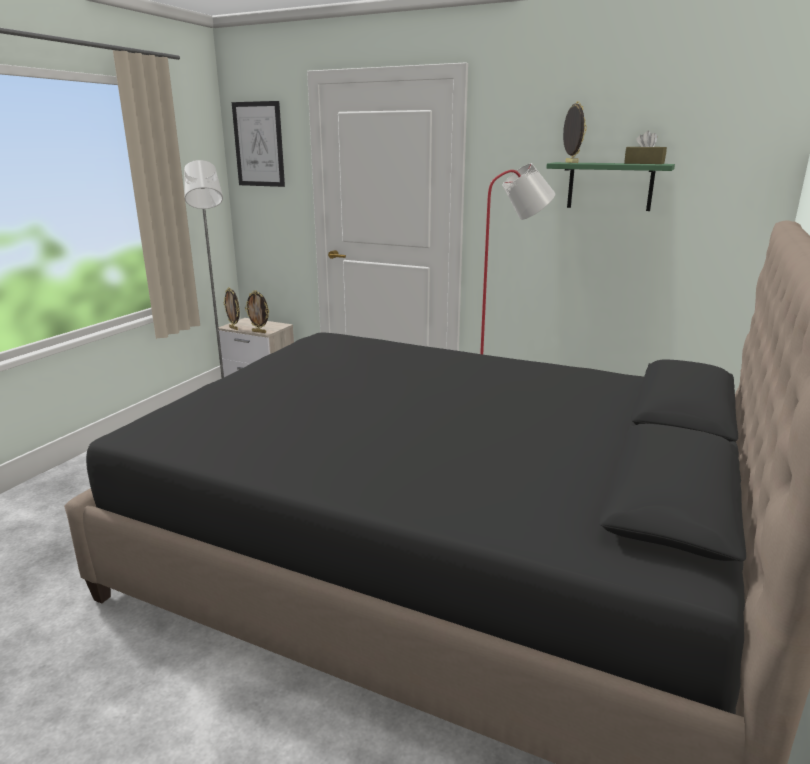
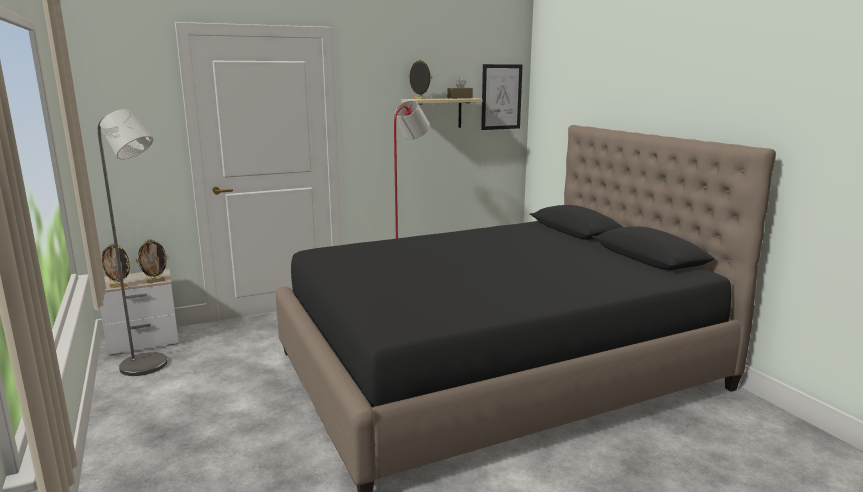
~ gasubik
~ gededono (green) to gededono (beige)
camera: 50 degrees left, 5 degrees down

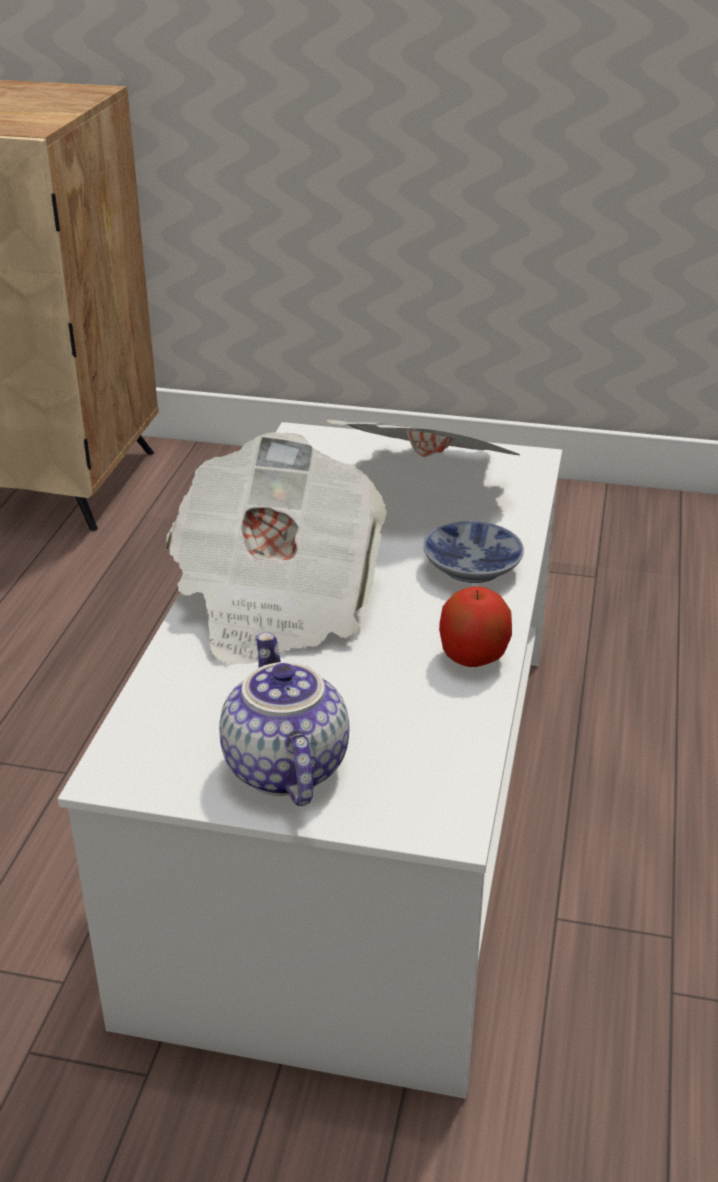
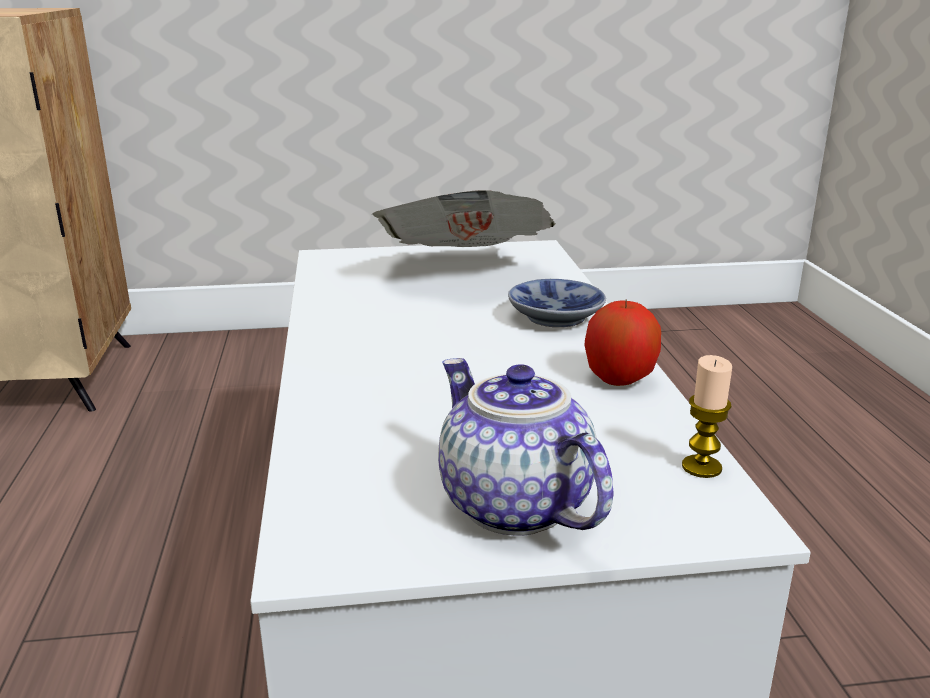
- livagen (1st from left)
+ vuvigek
camera: 20 degrees left, 10 degrees down

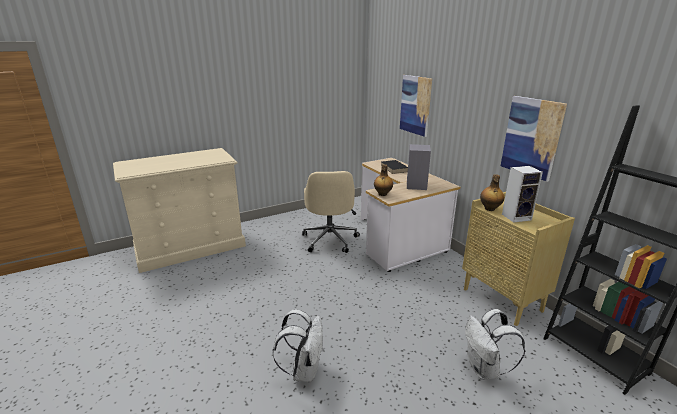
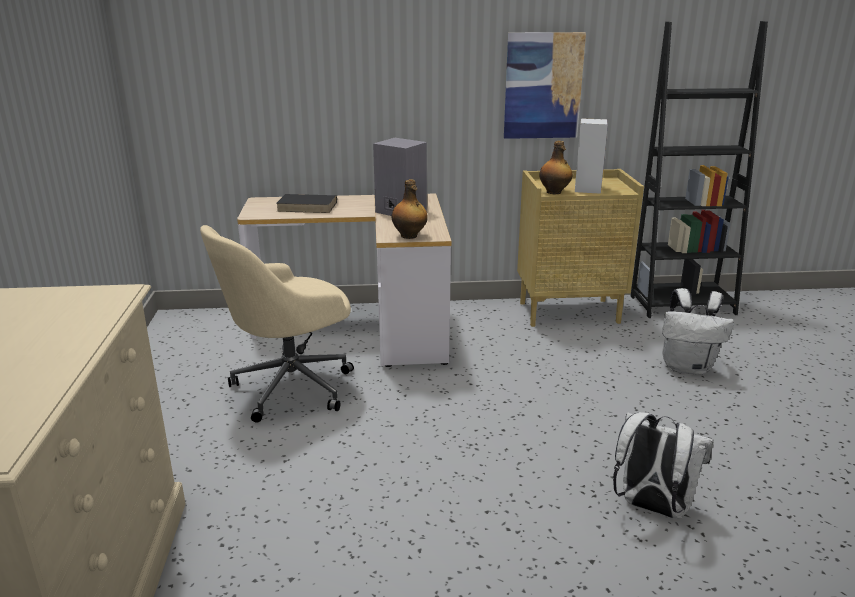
- gasubik (1st from left)
~ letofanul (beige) 120 degrees clockwise
camera: 65 degrees left, 0 degrees up

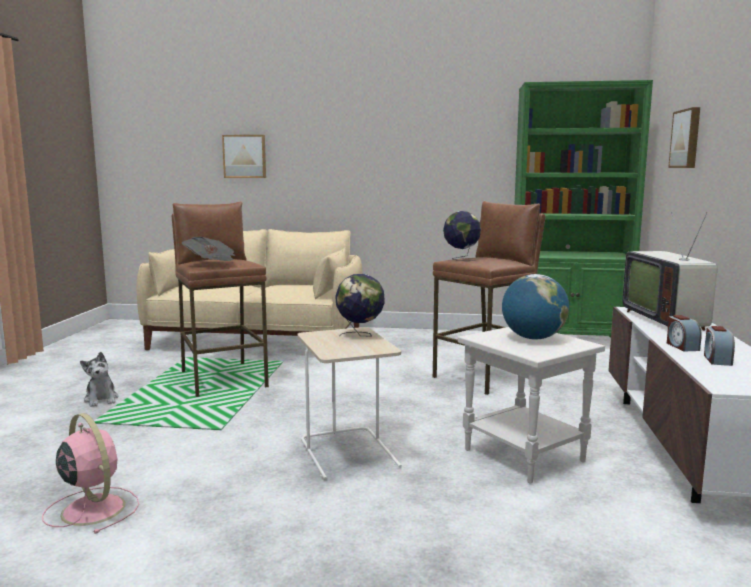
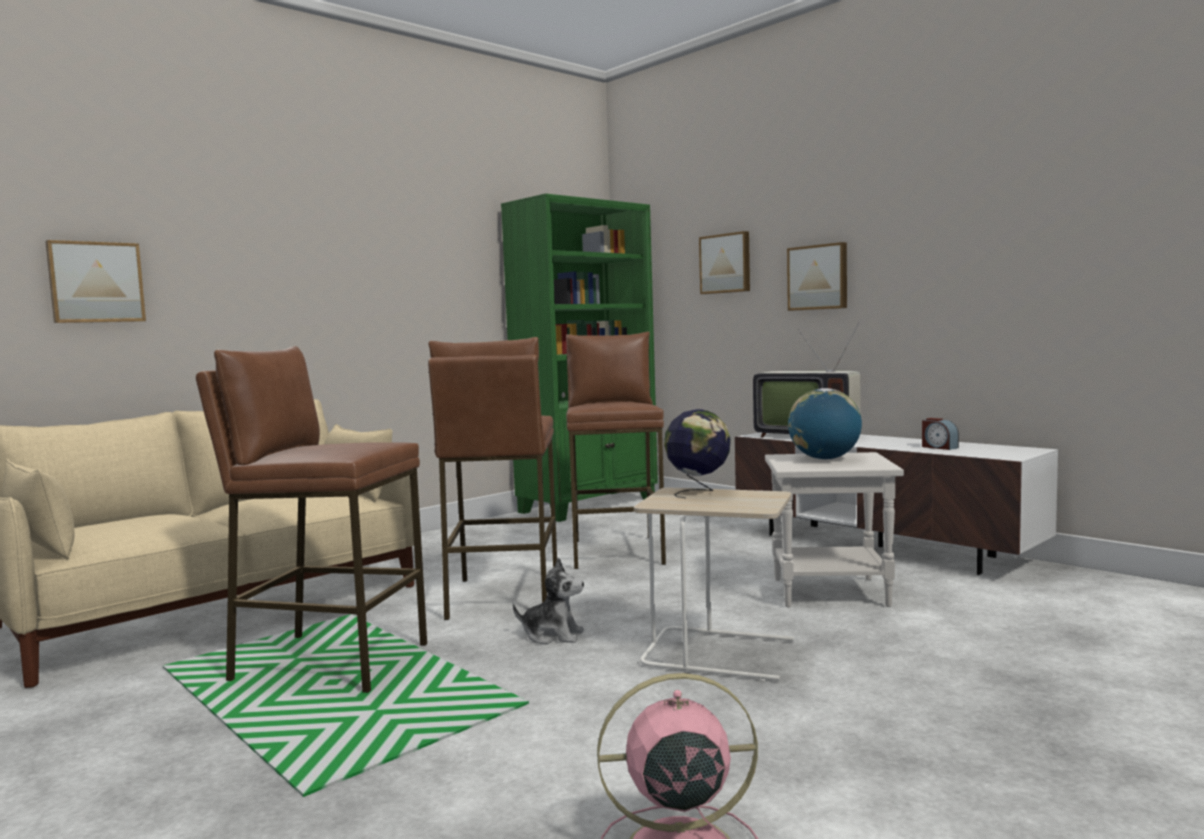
- livagen
- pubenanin (2nd from left)
- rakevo (1st from left)
+ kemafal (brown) (2nd from left)
+ gasubik (3rd from left)
~ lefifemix
camera: 50 degrees left, 5 degrees down

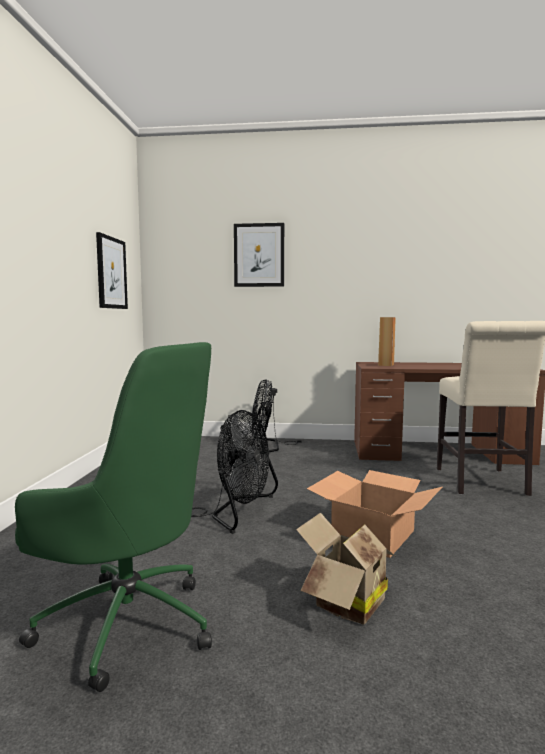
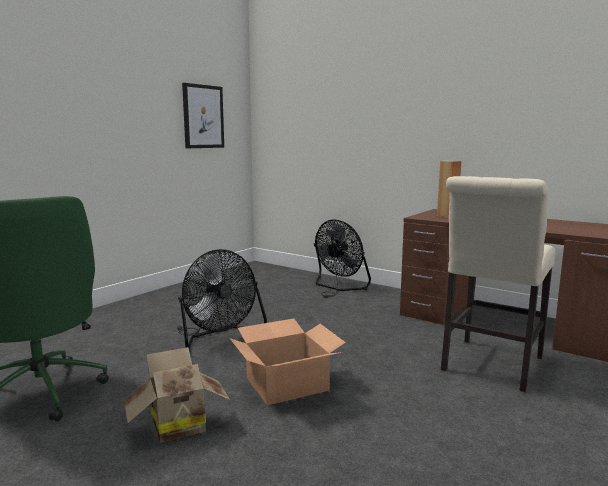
- gasubik (2nd from left)
~ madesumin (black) (2nd from left) 105 degrees clockwise
camera: 30 degrees right, 5 degrees up

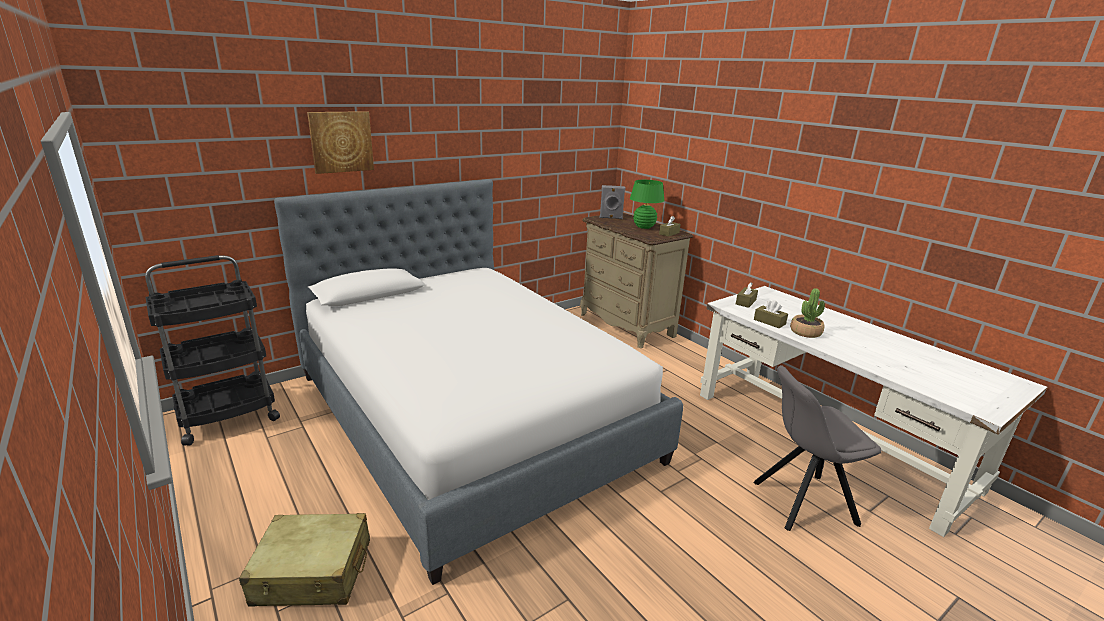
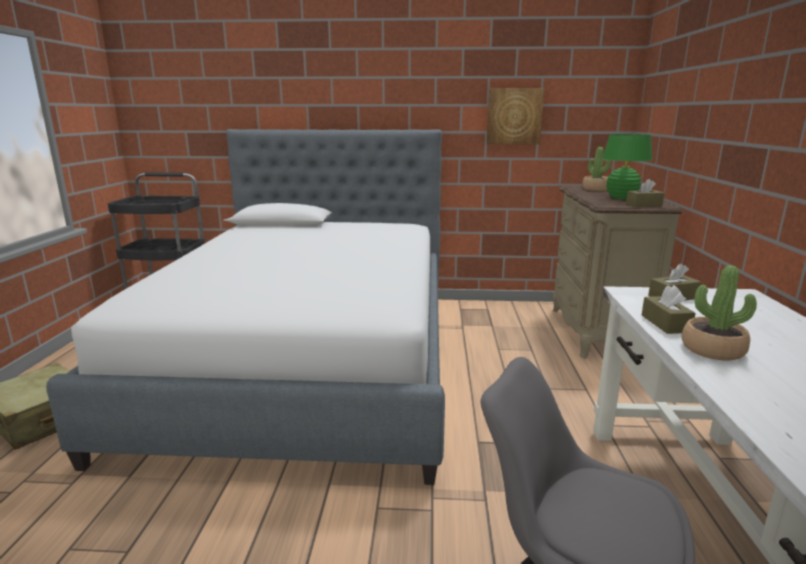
~ gasubik
~ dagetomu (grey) to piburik (1st from left)
camera: 40 degrees right, 5 degrees down

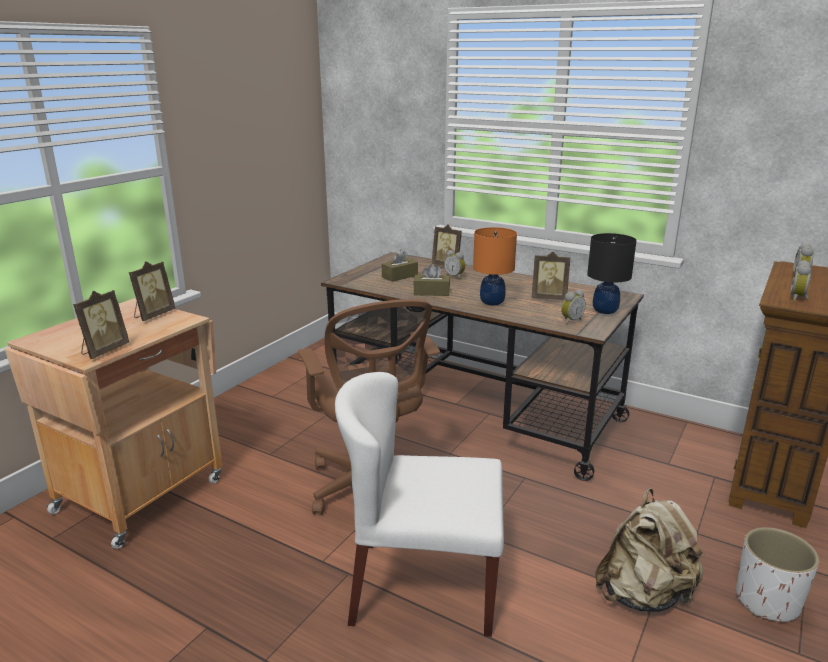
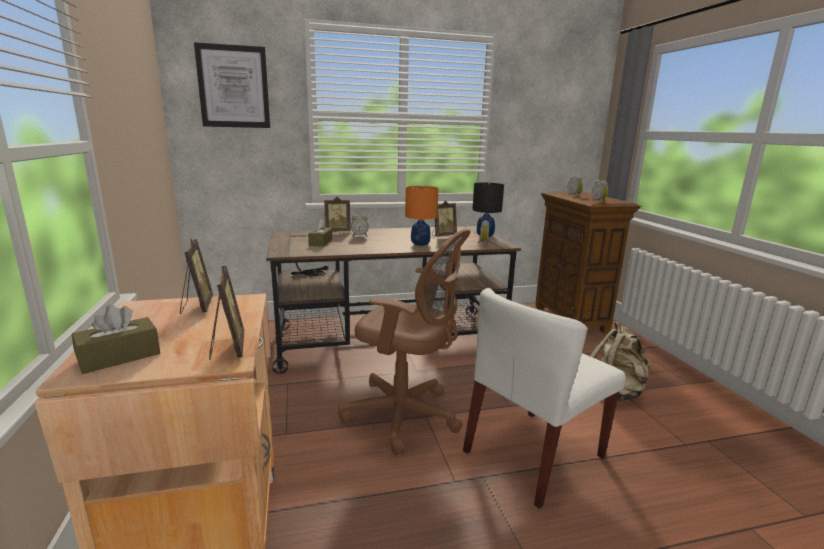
- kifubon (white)
+ gasubik
~ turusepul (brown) (2nd from left in the first image) to turusepul (brown) (1st from left)
camera: 45 degrees left, 5 degrees down

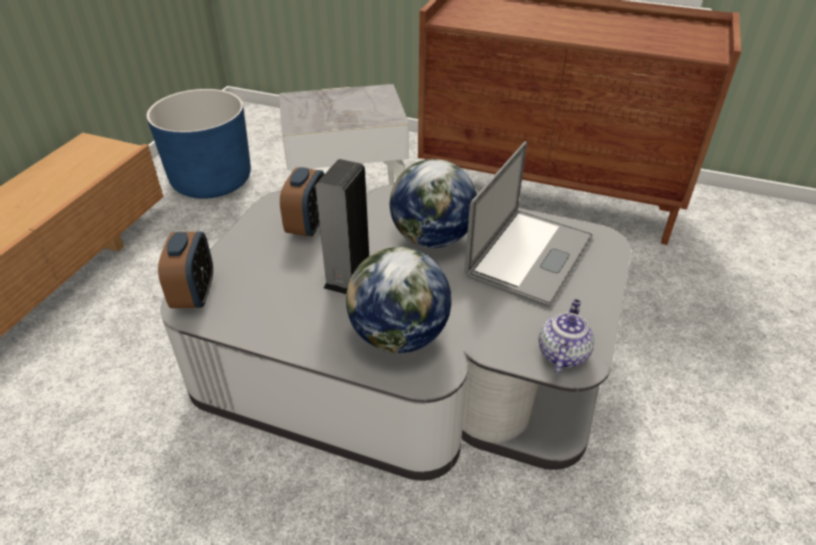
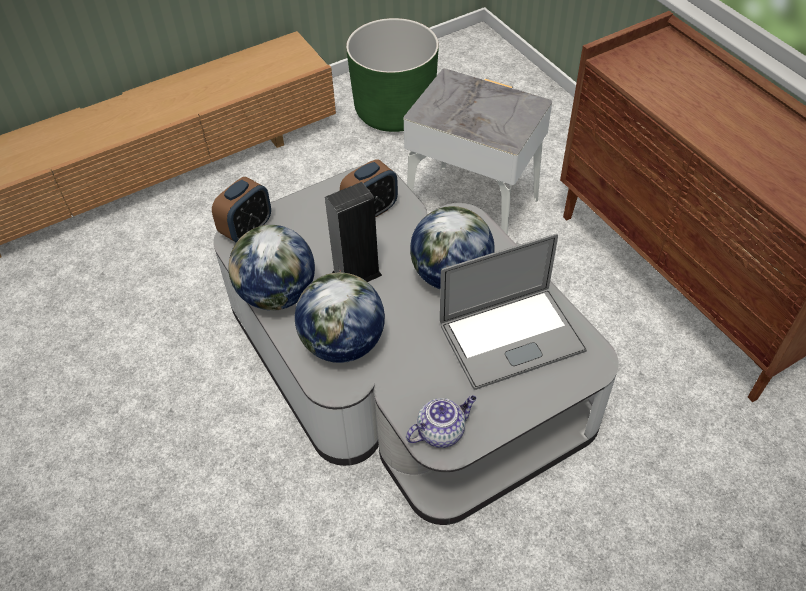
+ pubenanin (1st from left)
~ kifubon (blue) to kifubon (green)
camera: 40 degrees right, 10 degrees up

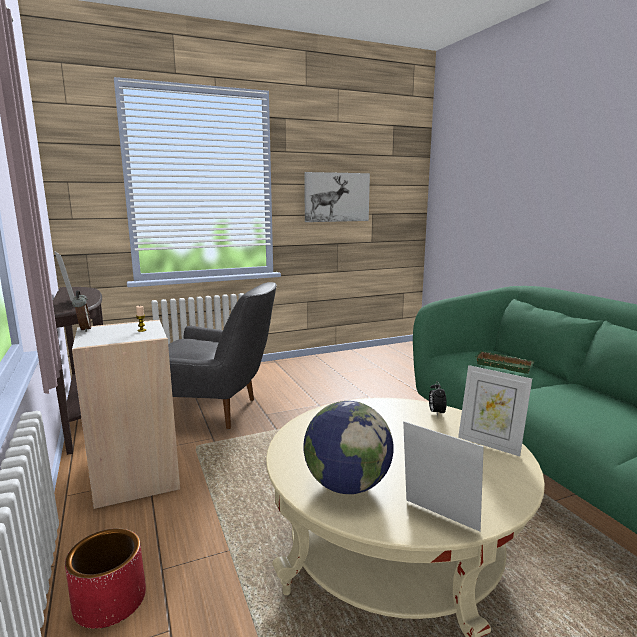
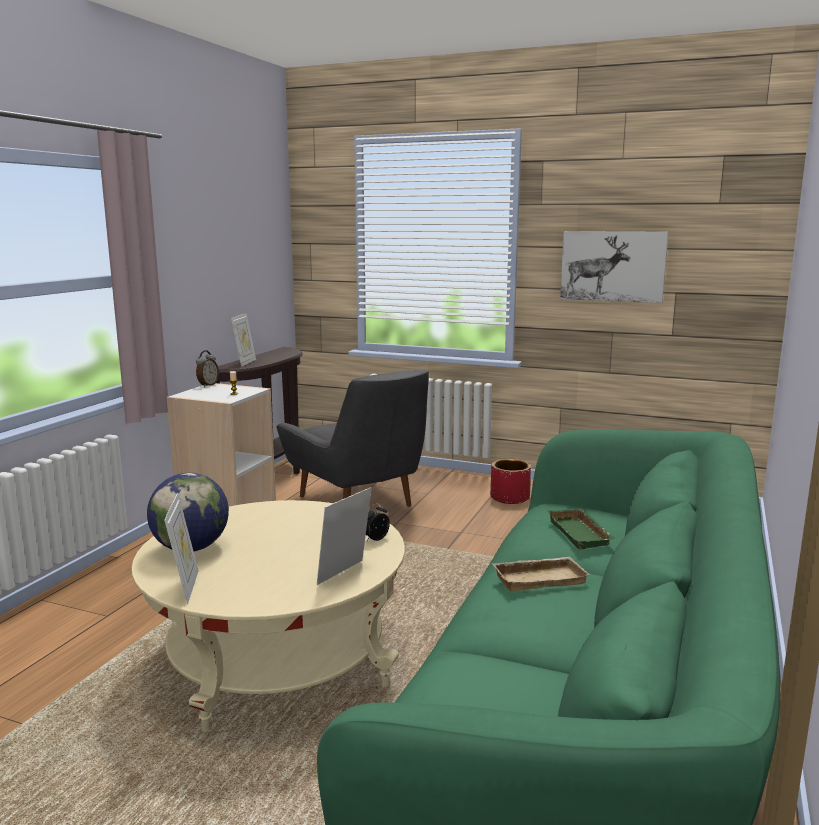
+ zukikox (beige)
~ kifubon (red)
~ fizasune (3rd from left) 45 degrees clockwise
camera: 45 degrees right, 0 degrees up

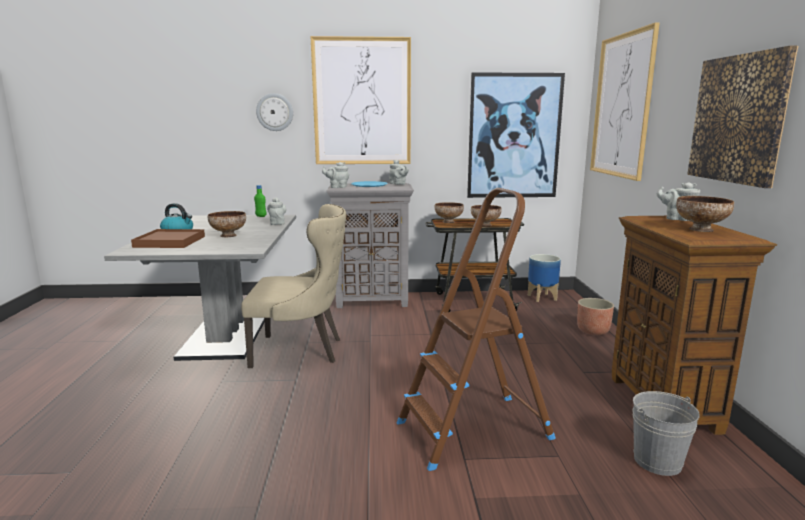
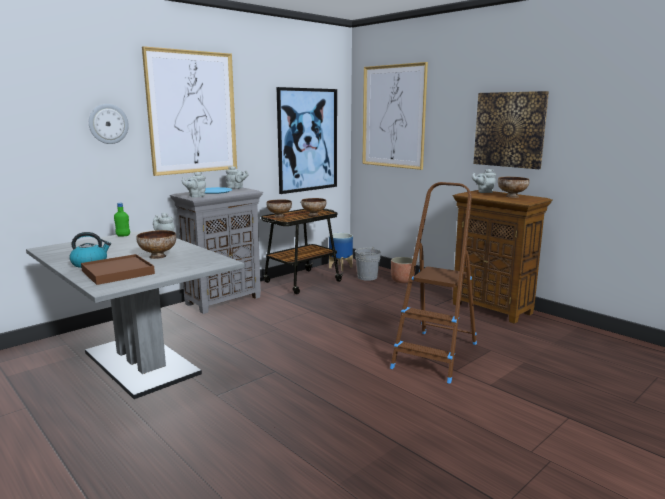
- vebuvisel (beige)
~ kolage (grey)
camera: 40 degrees left, 0 degrees up

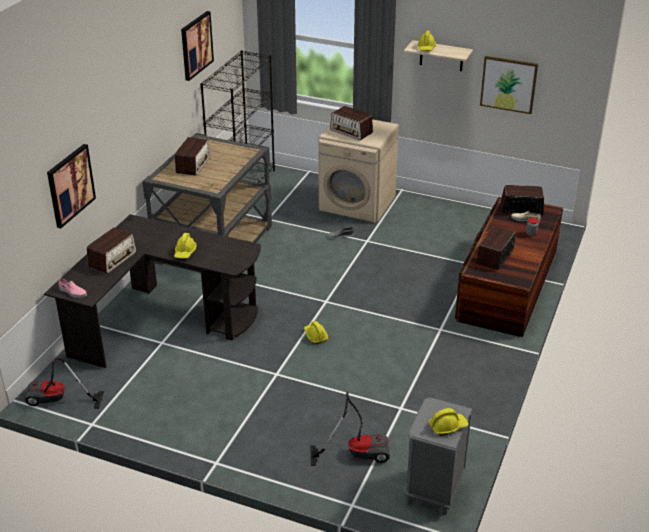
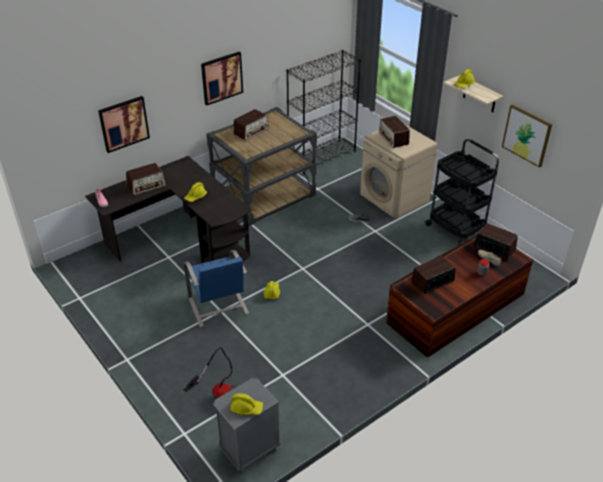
- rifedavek (1st from left)
+ vebuvisel (blue)
+ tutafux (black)
~ gasubik (2nd from left)
camera: 30 degrees right, 5 degrees up

